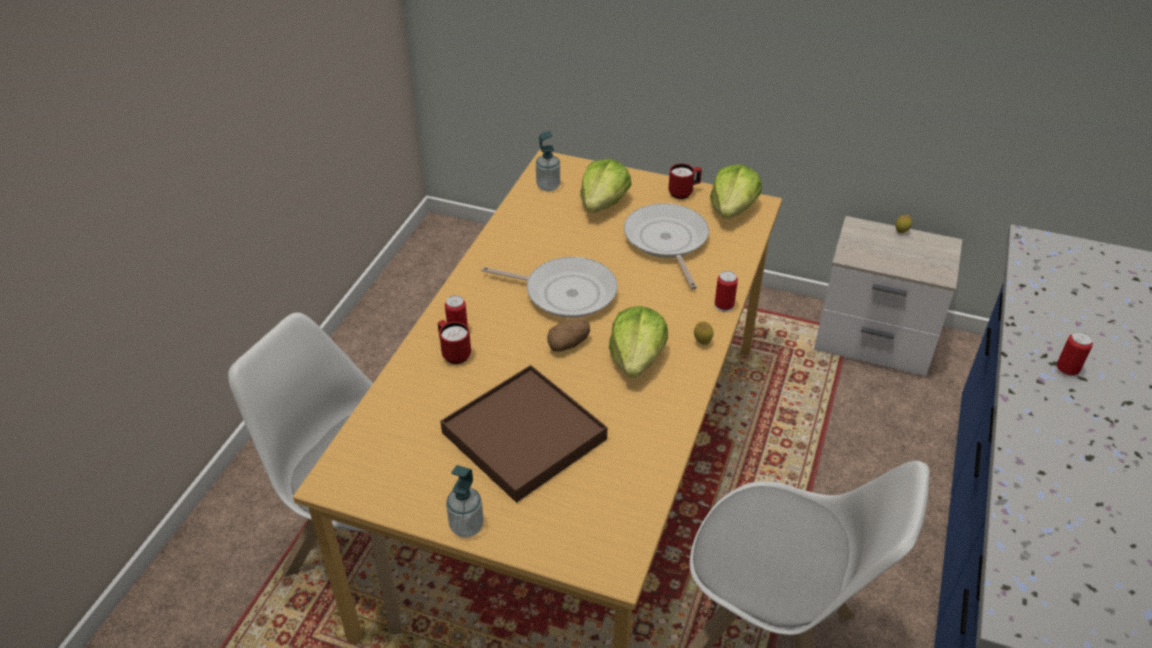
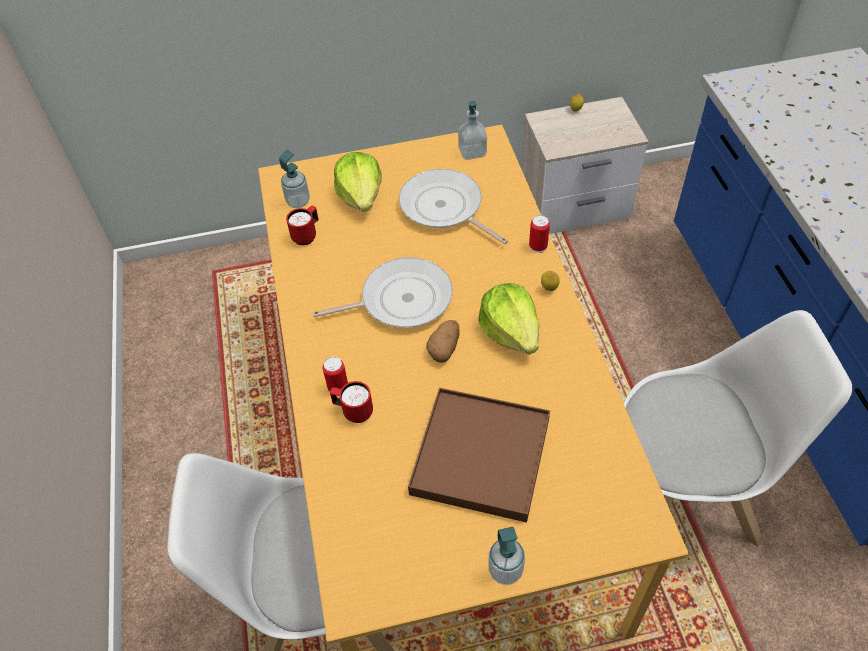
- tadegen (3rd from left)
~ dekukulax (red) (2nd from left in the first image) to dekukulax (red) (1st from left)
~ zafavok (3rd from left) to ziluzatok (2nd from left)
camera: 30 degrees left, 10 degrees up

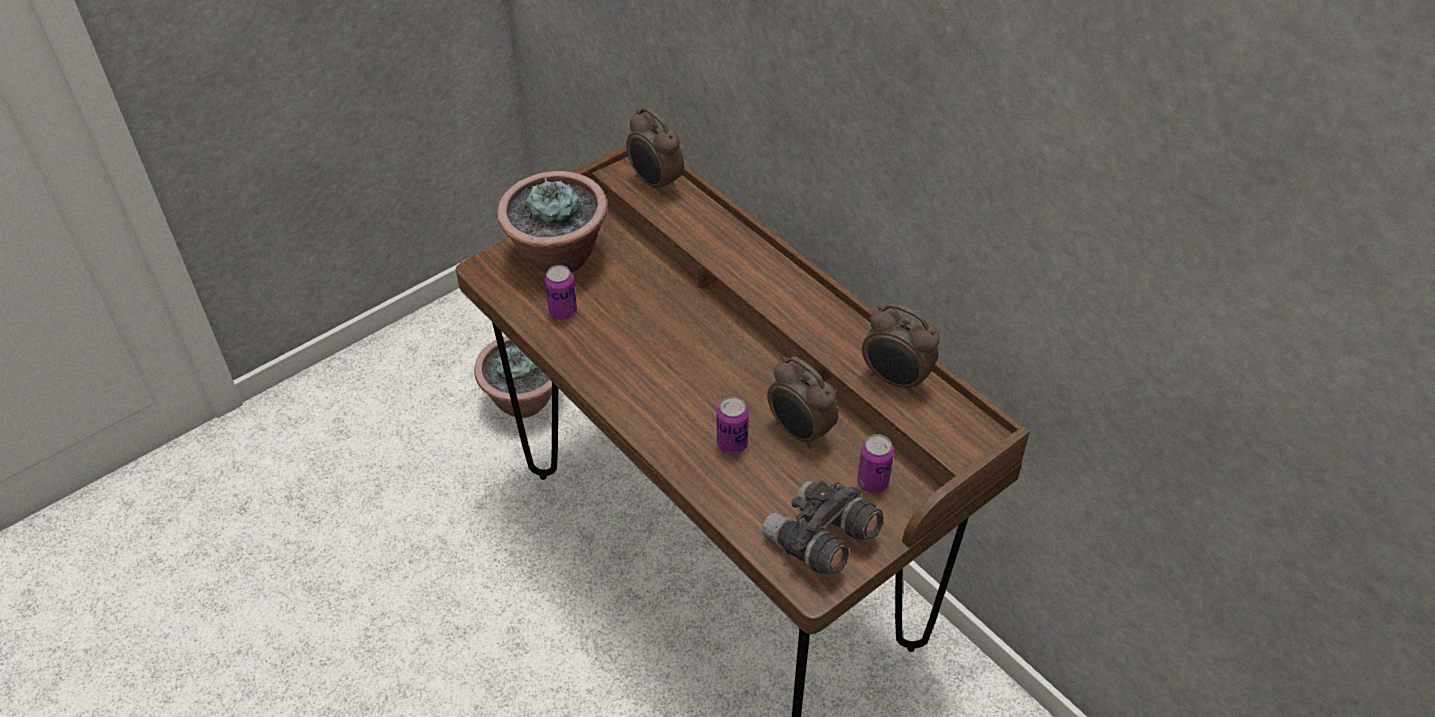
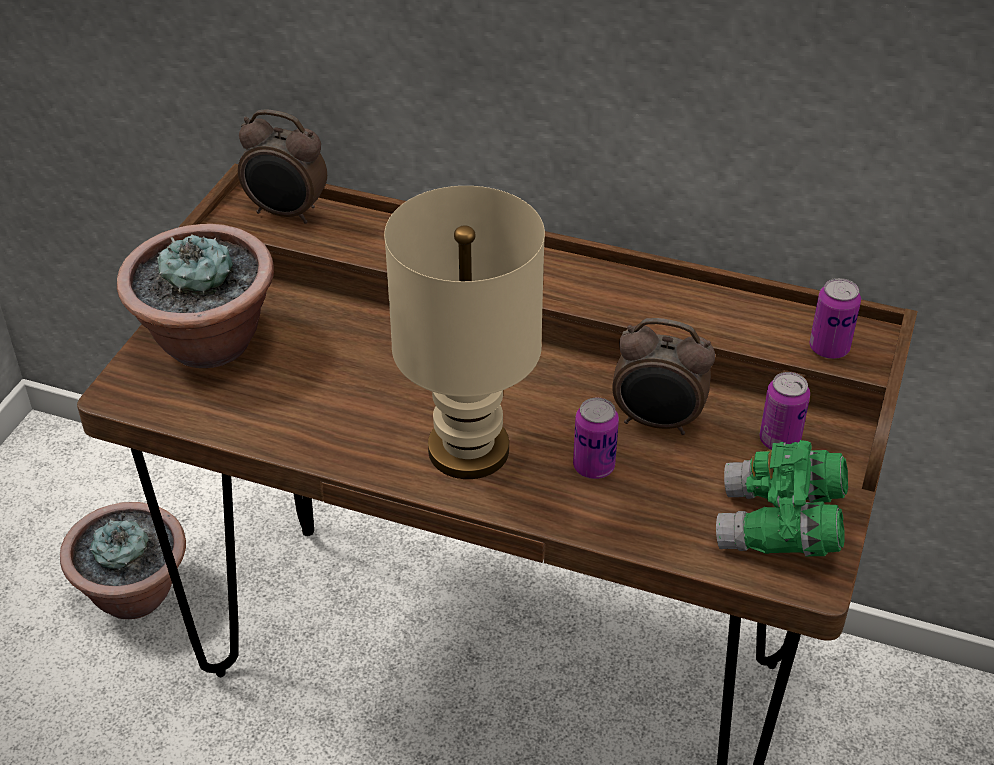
- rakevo (3rd from left)
+ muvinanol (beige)
~ tadegen (1st from left in the first image) to tadegen (3rd from left)
~ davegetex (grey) to davegetex (green)
camera: 30 degrees left, 5 degrees down

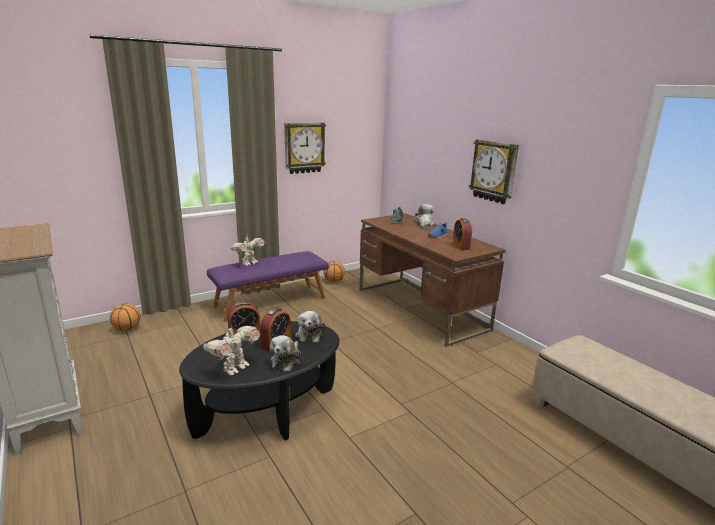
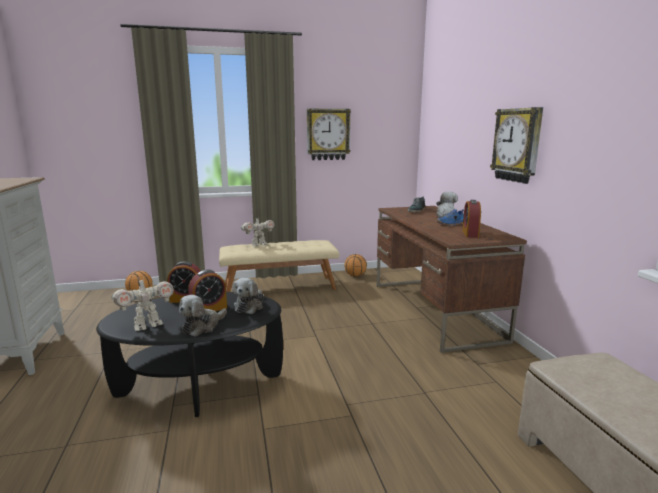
~ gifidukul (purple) to gifidukul (beige) (1st from left)
camera: 20 degrees right, 5 degrees down

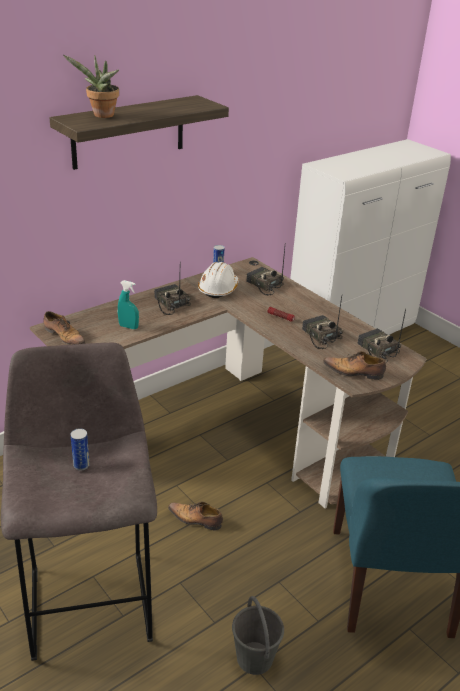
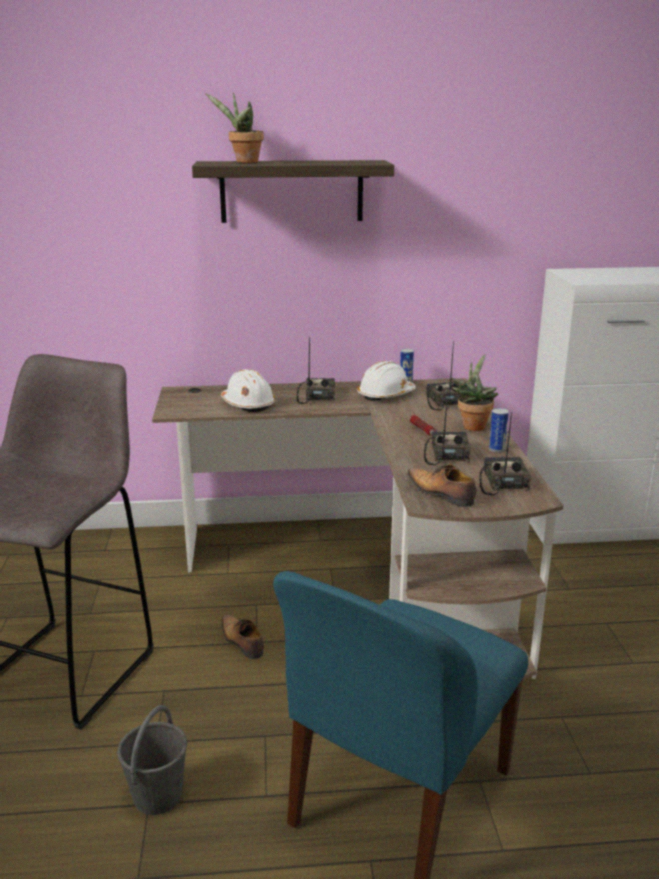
- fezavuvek (1st from left)
+ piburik (2nd from left)
~ tadegen (1st from left in the first image) to tadegen (2nd from left)
~ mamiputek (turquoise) to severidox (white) (1st from left)
camera: 35 degrees right, 10 degrees down

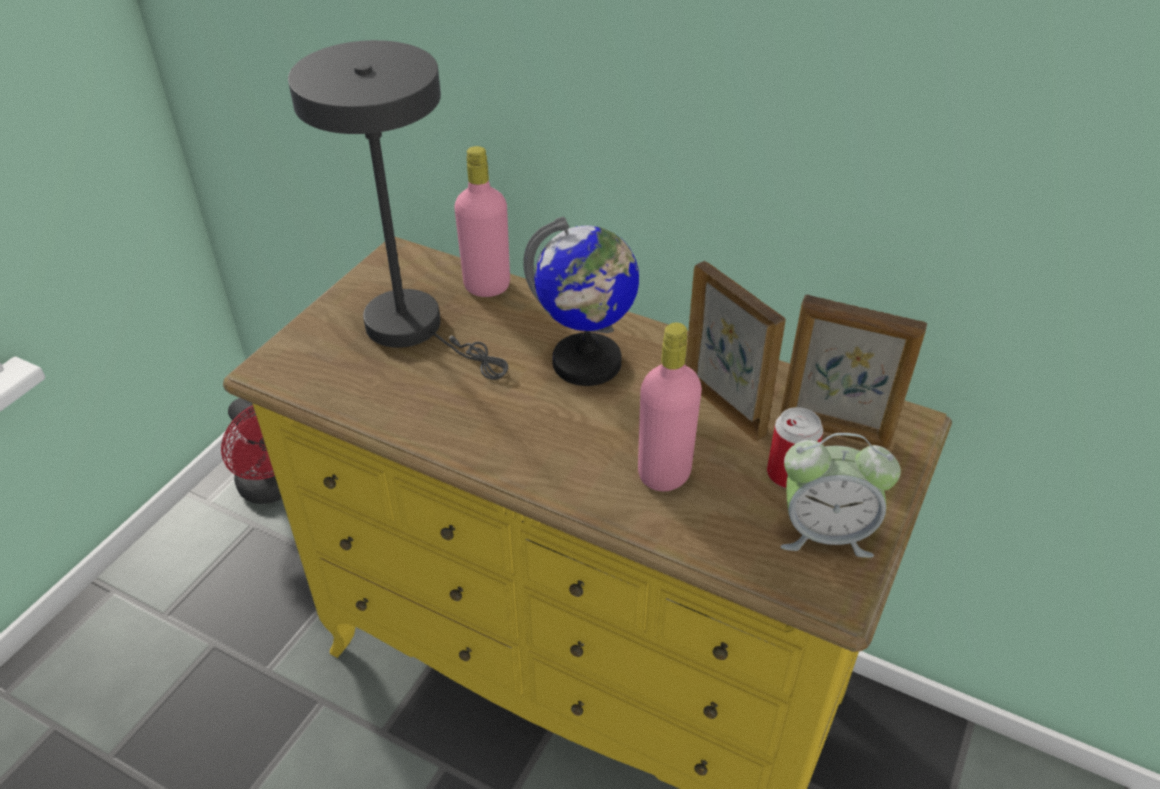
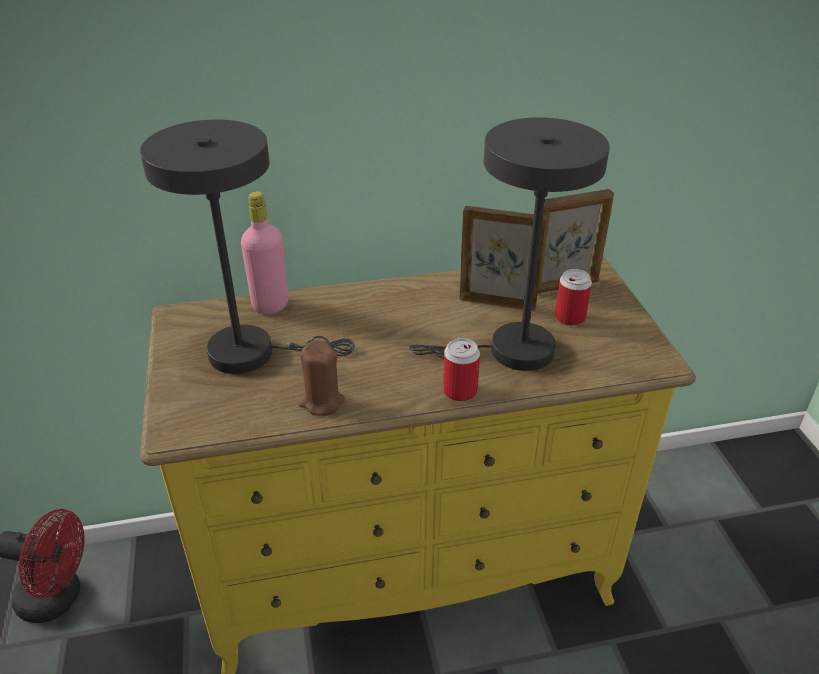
- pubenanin
- rakevo
+ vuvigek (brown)
+ tadegen (1st from left)
~ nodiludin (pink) (2nd from left) to muvinanol (grey) (2nd from left)
camera: 40 degrees left, 5 degrees down

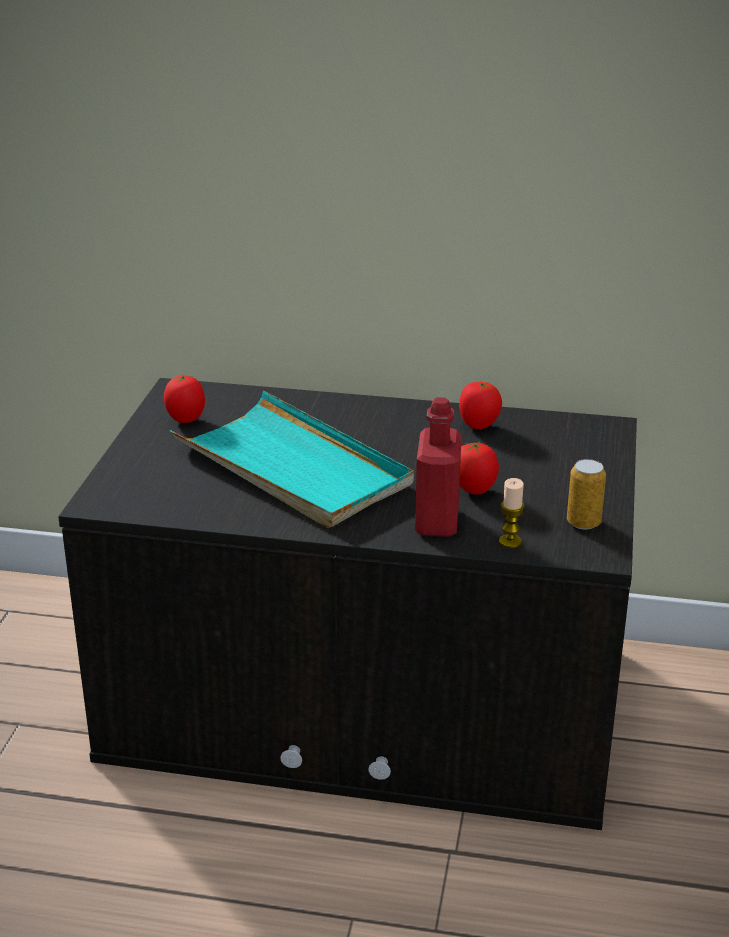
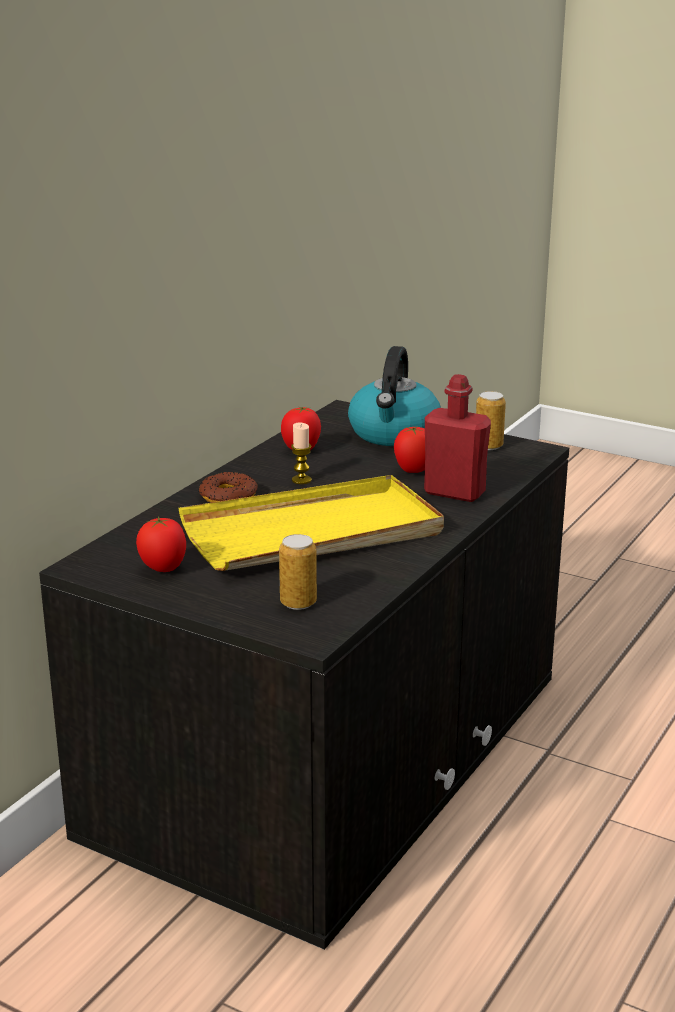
+ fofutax
+ tadegen (1st from left)
+ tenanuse
~ vuvigek
~ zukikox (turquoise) to zukikox (yellow)
camera: 70 degrees left, 5 degrees down

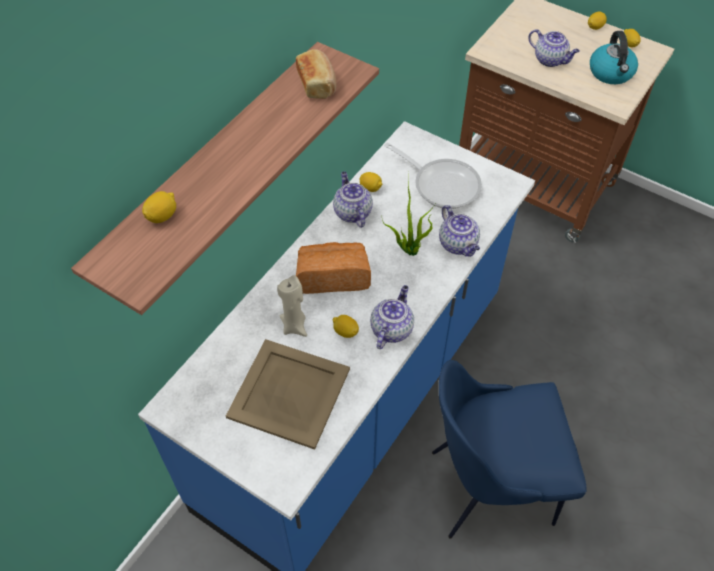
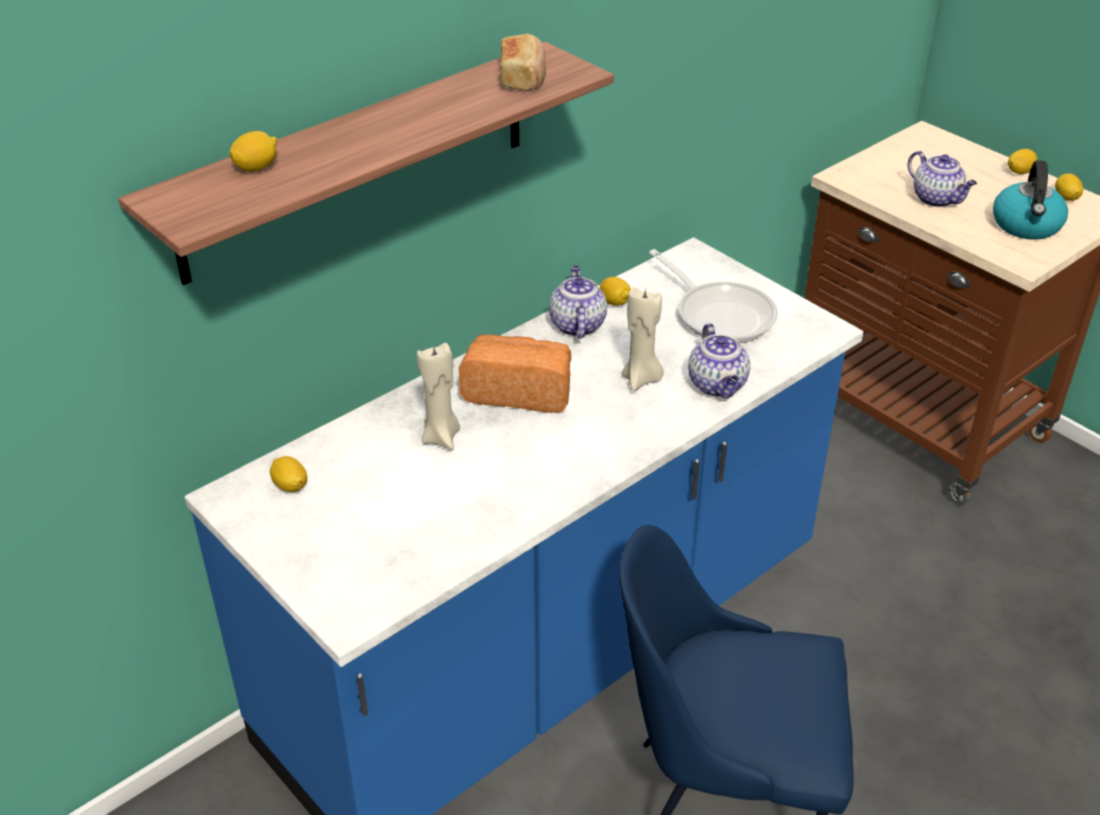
- zukikox (beige)
- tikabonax (2nd from left)
~ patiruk (2nd from left)
~ piburik to vuvigek (beige) (2nd from left)
camera: 15 degrees right, 15 degrees down

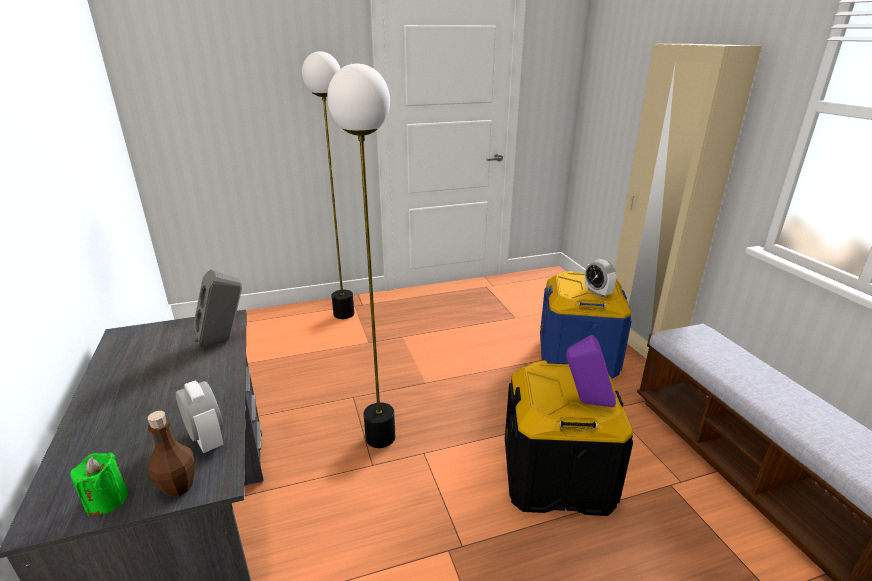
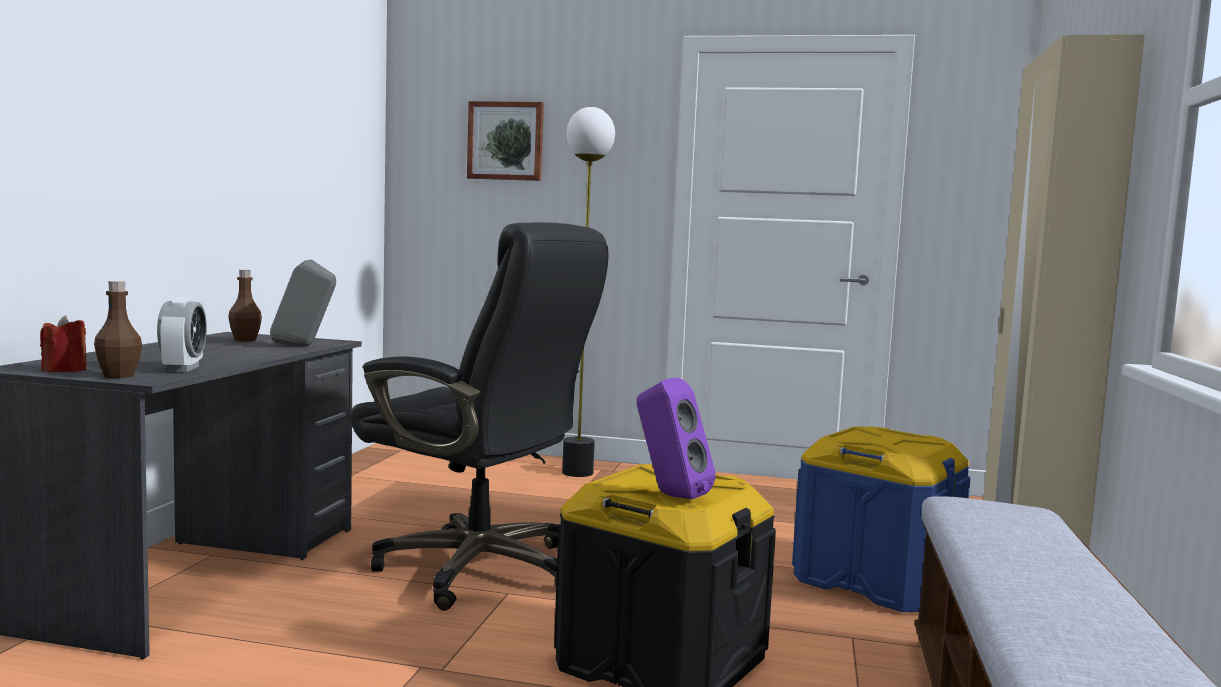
- rakevo (2nd from left)
+ nodiludin (brown) (2nd from left)
+ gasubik
~ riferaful (2nd from left) to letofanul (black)
~ vuvigek (green) to vuvigek (red)
camera: 30 degrees right, 20 degrees down

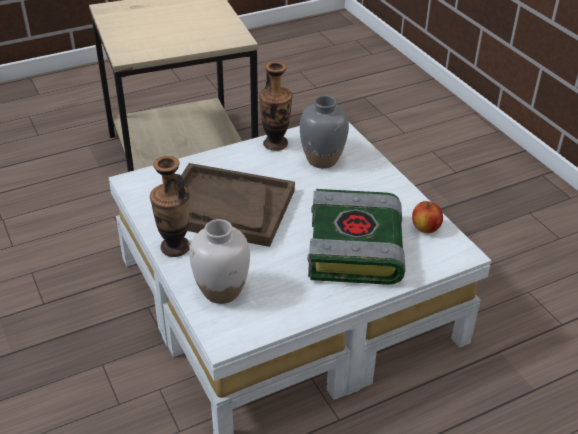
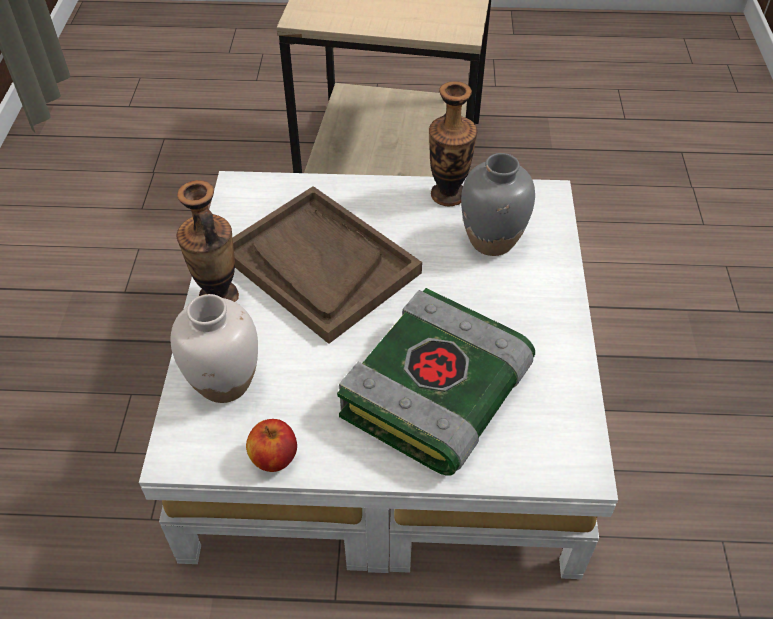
~ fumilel
camera: 30 degrees right, 10 degrees up

